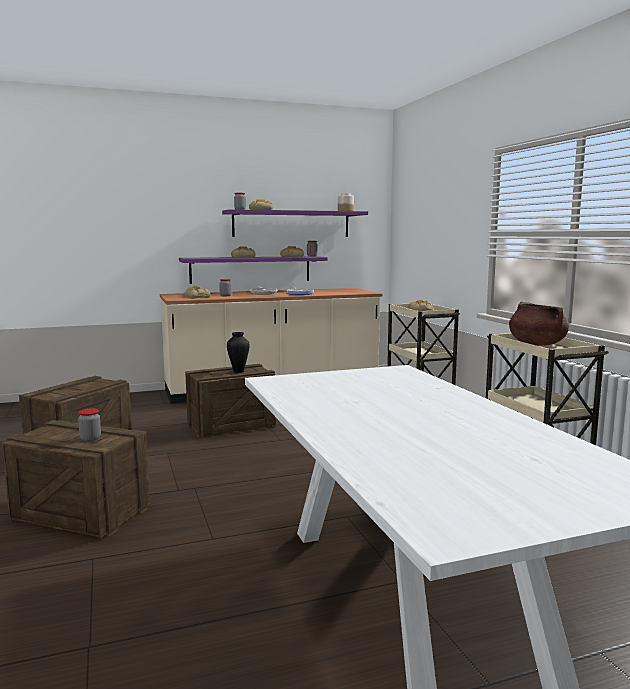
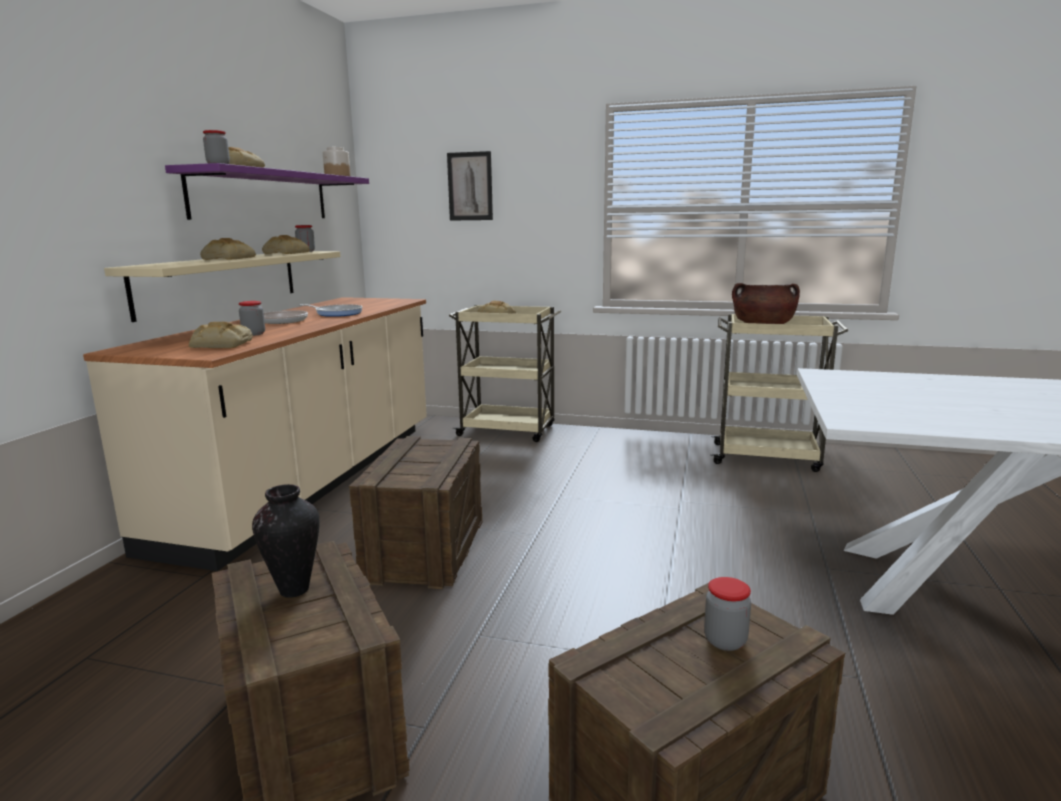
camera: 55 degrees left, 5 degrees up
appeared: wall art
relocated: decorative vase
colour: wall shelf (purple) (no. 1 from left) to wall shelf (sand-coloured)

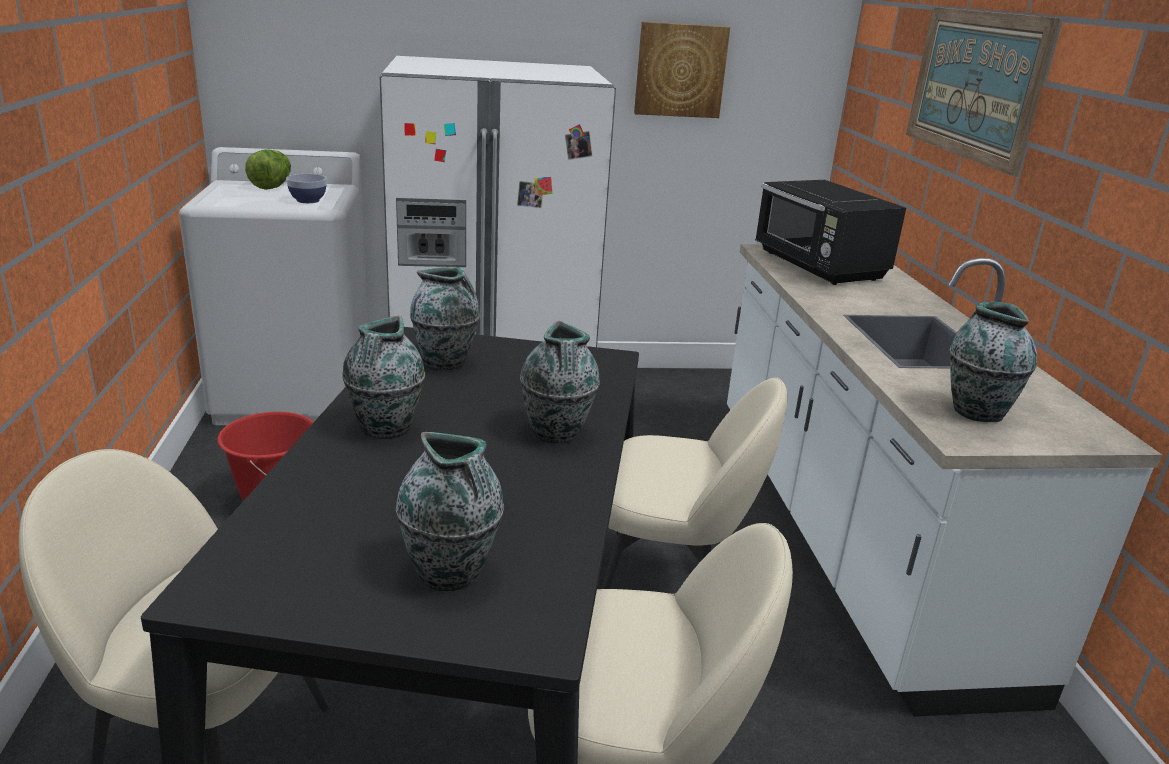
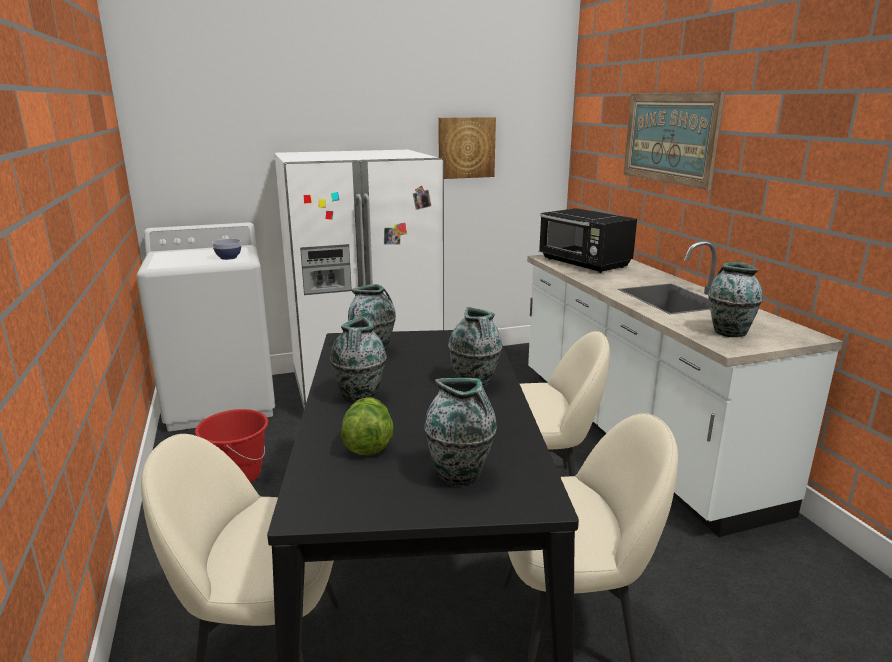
camera: 10 degrees left, 5 degrees down
relocated: head of lettuce

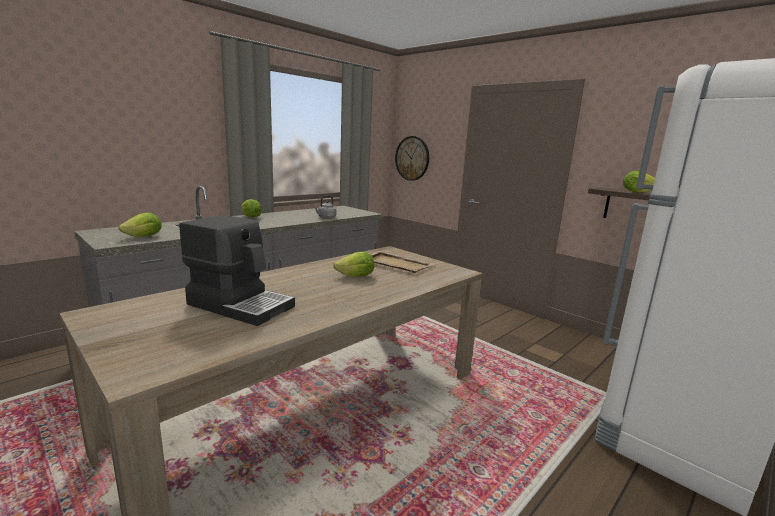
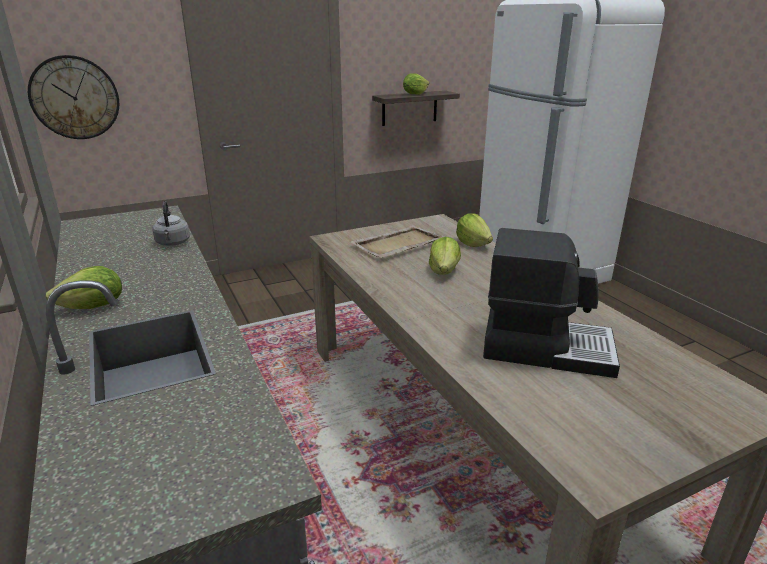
camera: 70 degrees left, 10 degrees up
relocated: head of lettuce (no. 1 from left in the first image) to head of lettuce (no. 4 from left)
spun: coffee machine 60 degrees clockwise

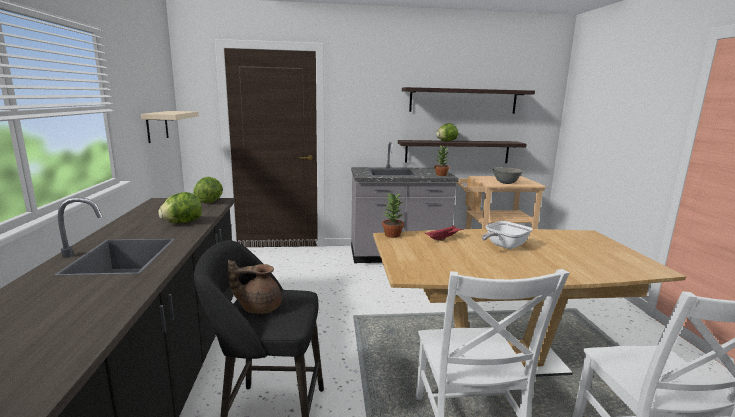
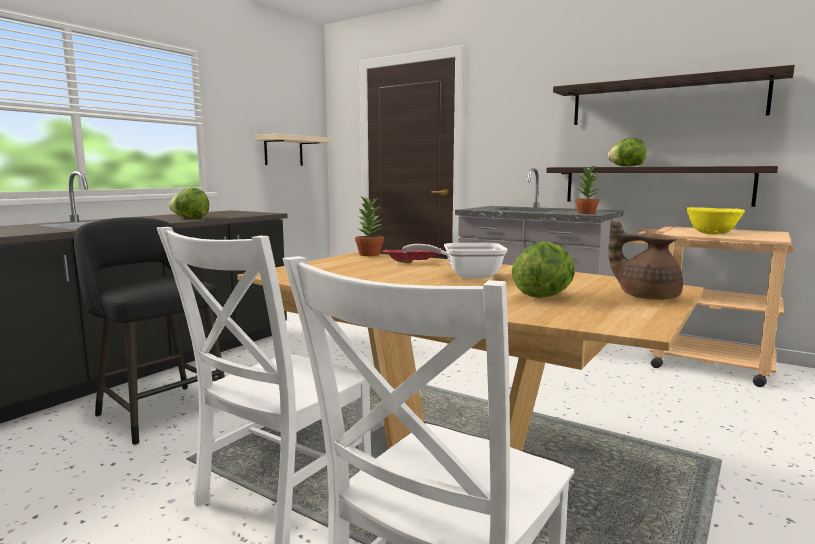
camera: 40 degrees right, 5 degrees down
relocated: head of lettuce (no. 2 from left); tea pot (brown)
colour: deep dish (grey) to deep dish (yellow)

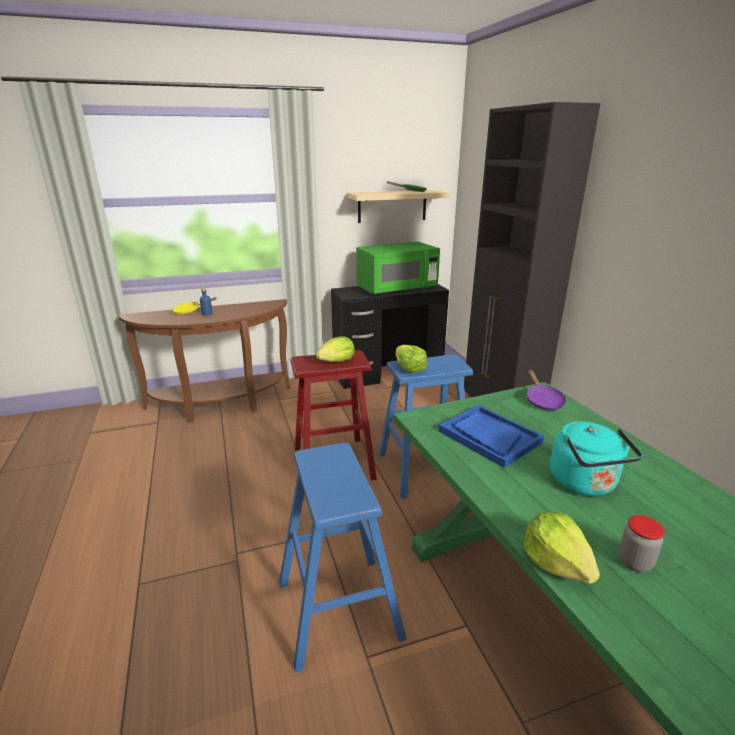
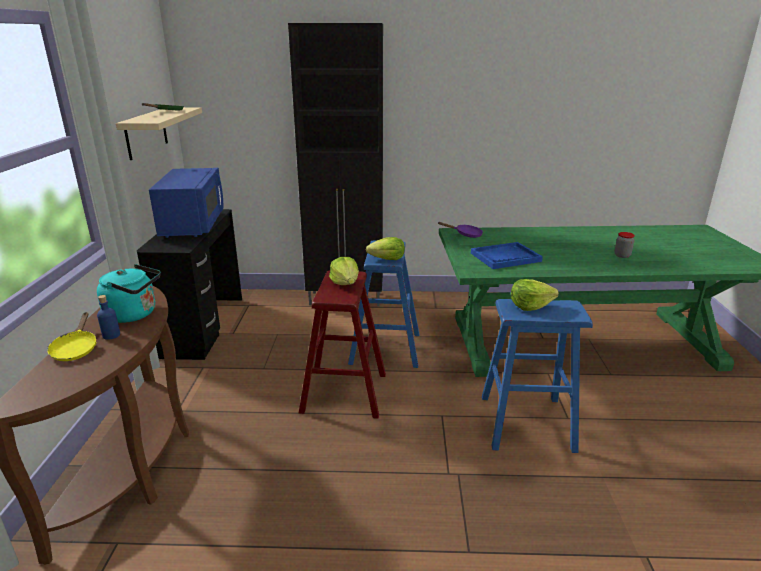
camera: 70 degrees left, 0 degrees up
relocated: water kettle (blue-green); head of lettuce (no. 3 from left)
colour: microwave (green) to microwave (blue-coloured)

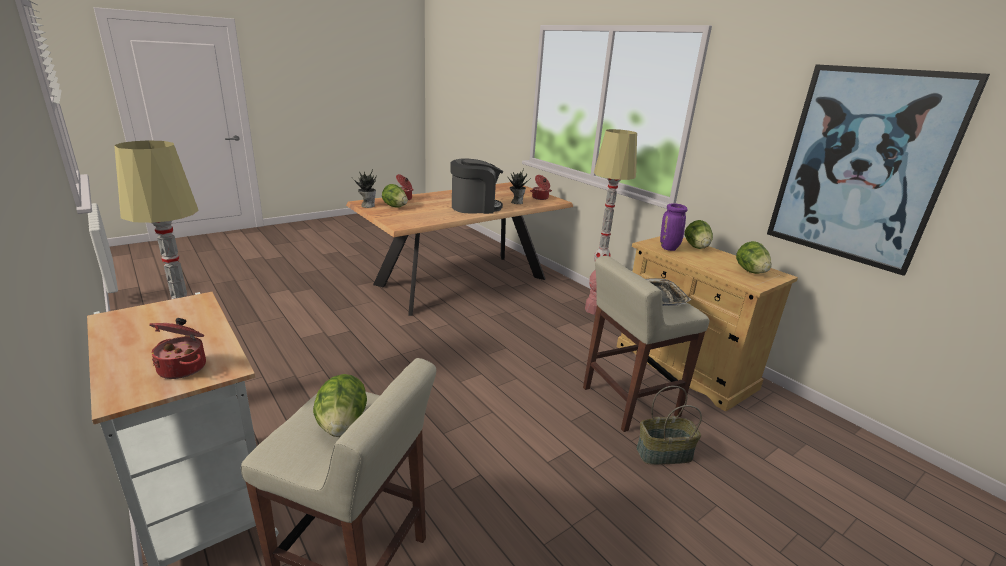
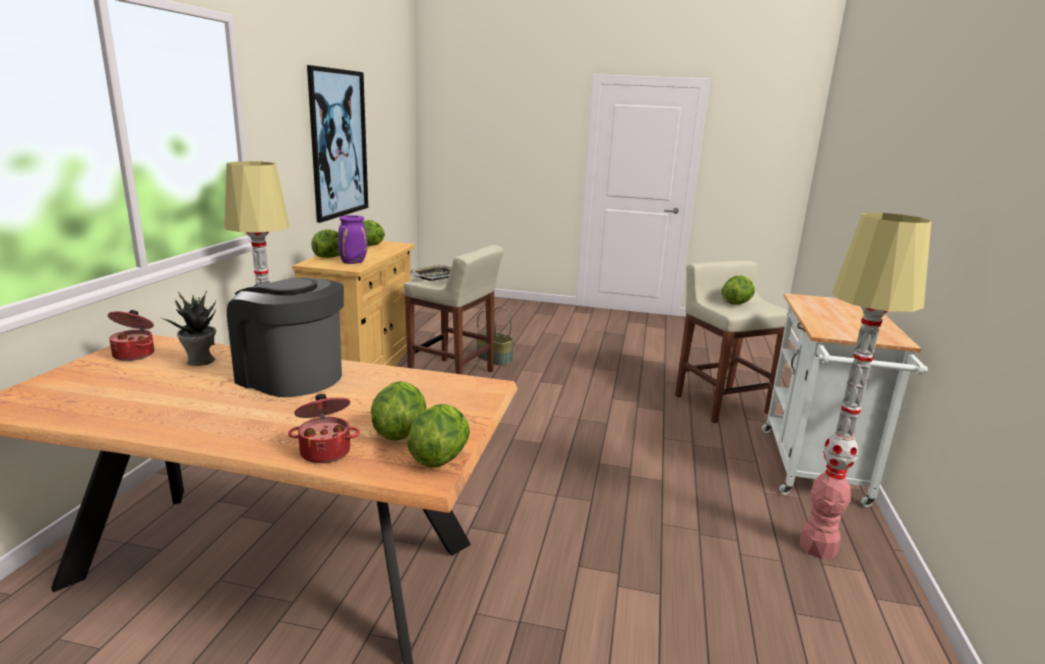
camera: 130 degrees left, 5 degrees down
missing: saucepot (no. 1 from left)
exchanged: houseplant (no. 1 from left) to head of lettuce (no. 4 from left)

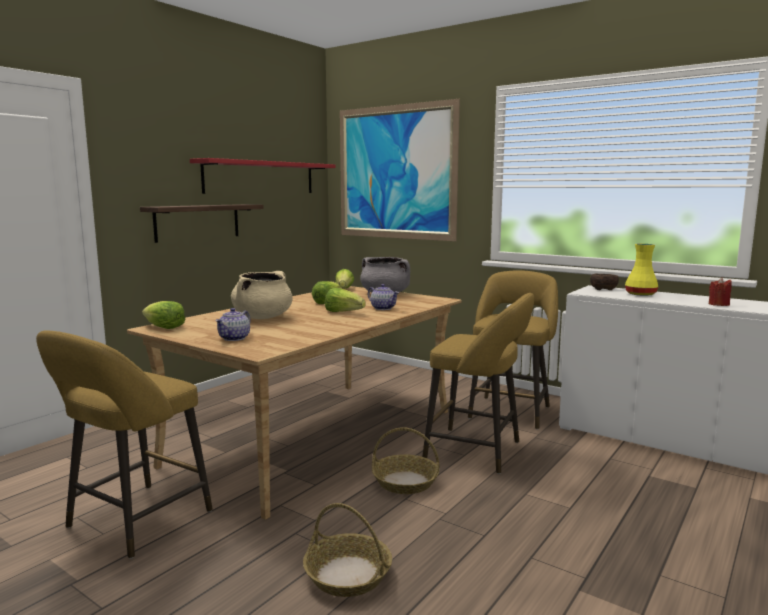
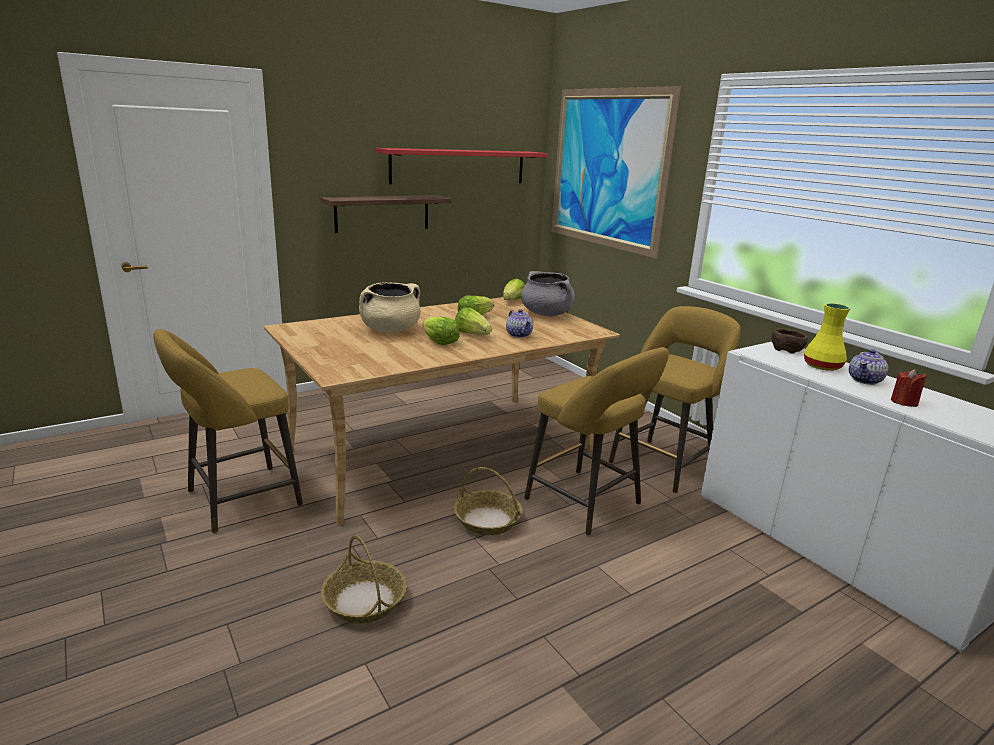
camera: 20 degrees right, 10 degrees up
relocated: head of lettuce (no. 1 from left); tea pot (no. 1 from left in the first image) to tea pot (no. 2 from left)

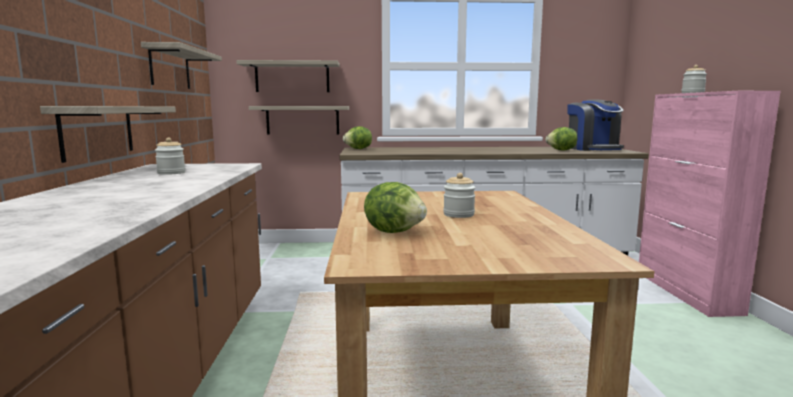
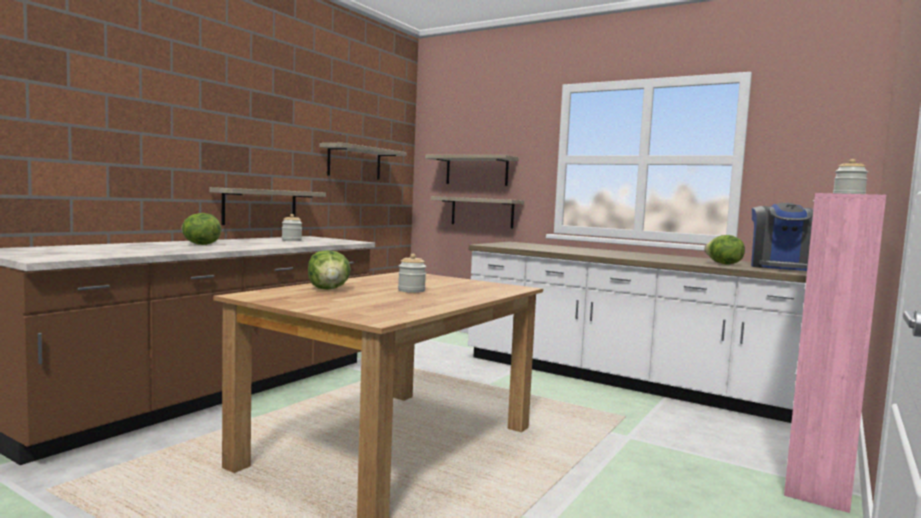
camera: 35 degrees right, 5 degrees down
relocated: head of lettuce (no. 1 from left)

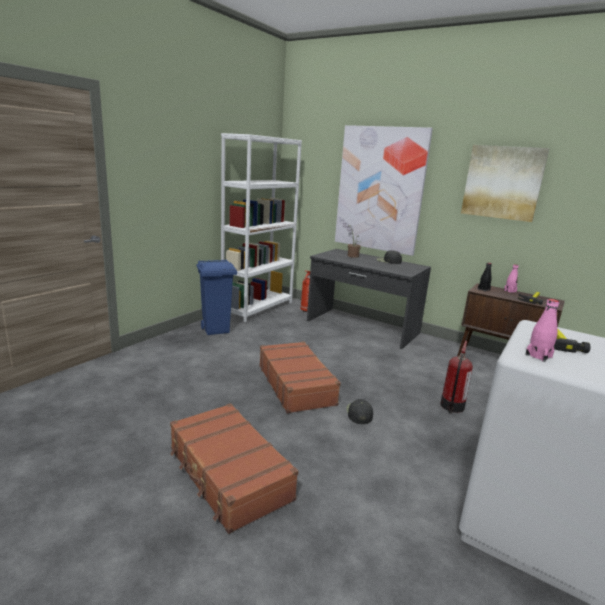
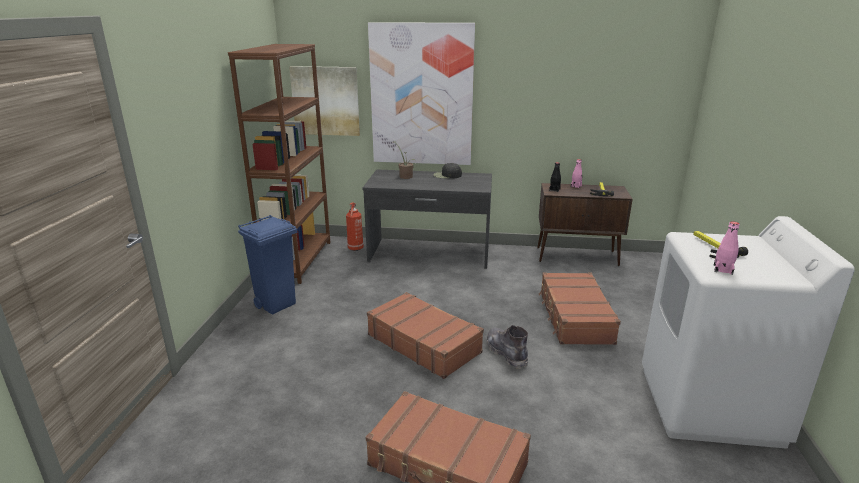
camera: 25 degrees left, 5 degrees up
relocated: wall art (no. 2 from left in the first image) to wall art (no. 1 from left)
exchanged: baseball cap (blackish) (no. 1 from left) to boot (grey); fire extinguisher (no. 2 from left) to piece of luggage (brown) (no. 3 from left)
colour: bookshelf (whitish) to bookshelf (brown)

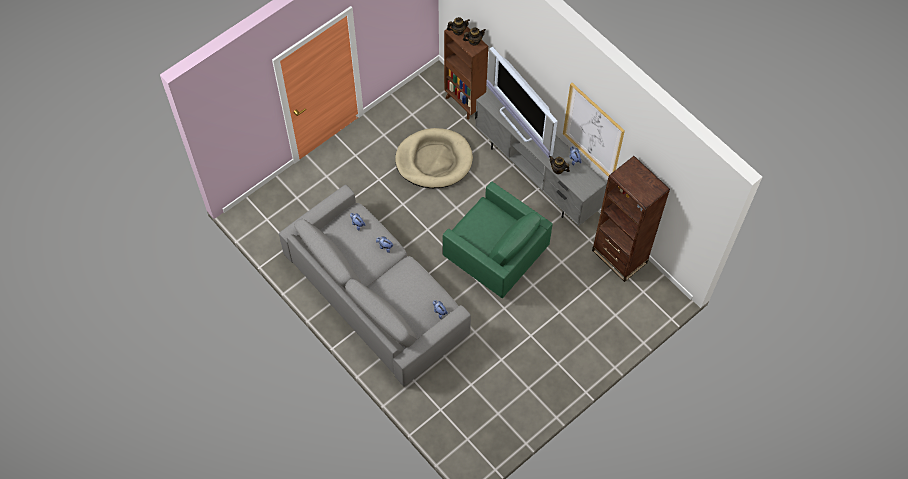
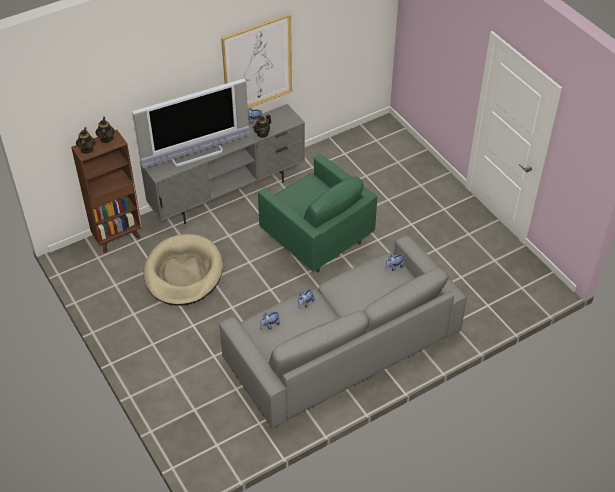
camera: 80 degrees left, 15 degrees down
missing: bookshelf (brown) (no. 2 from left)
spun: easy chair (green) 90 degrees clockwise

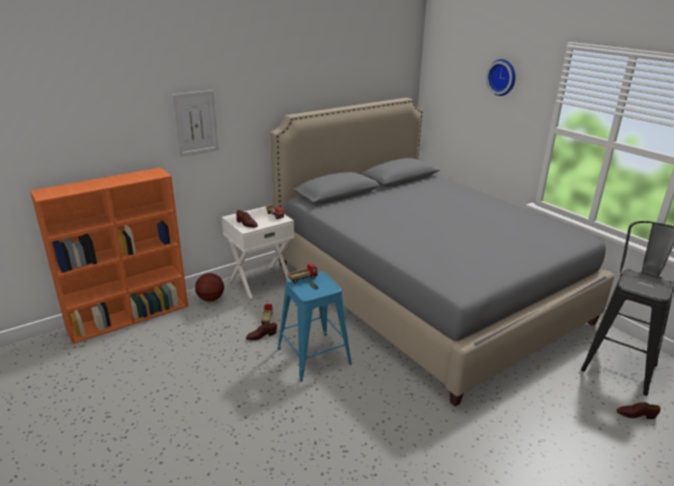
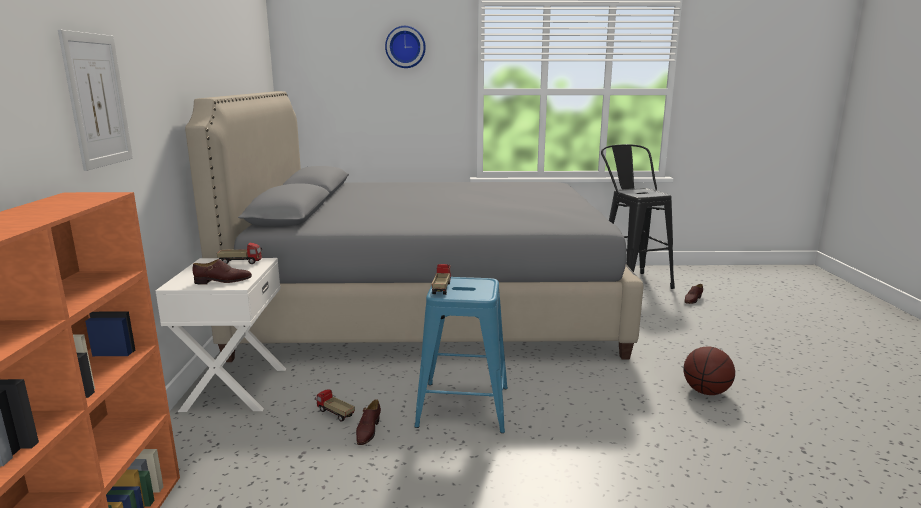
camera: 55 degrees left, 10 degrees down
relocated: ball for basketball

